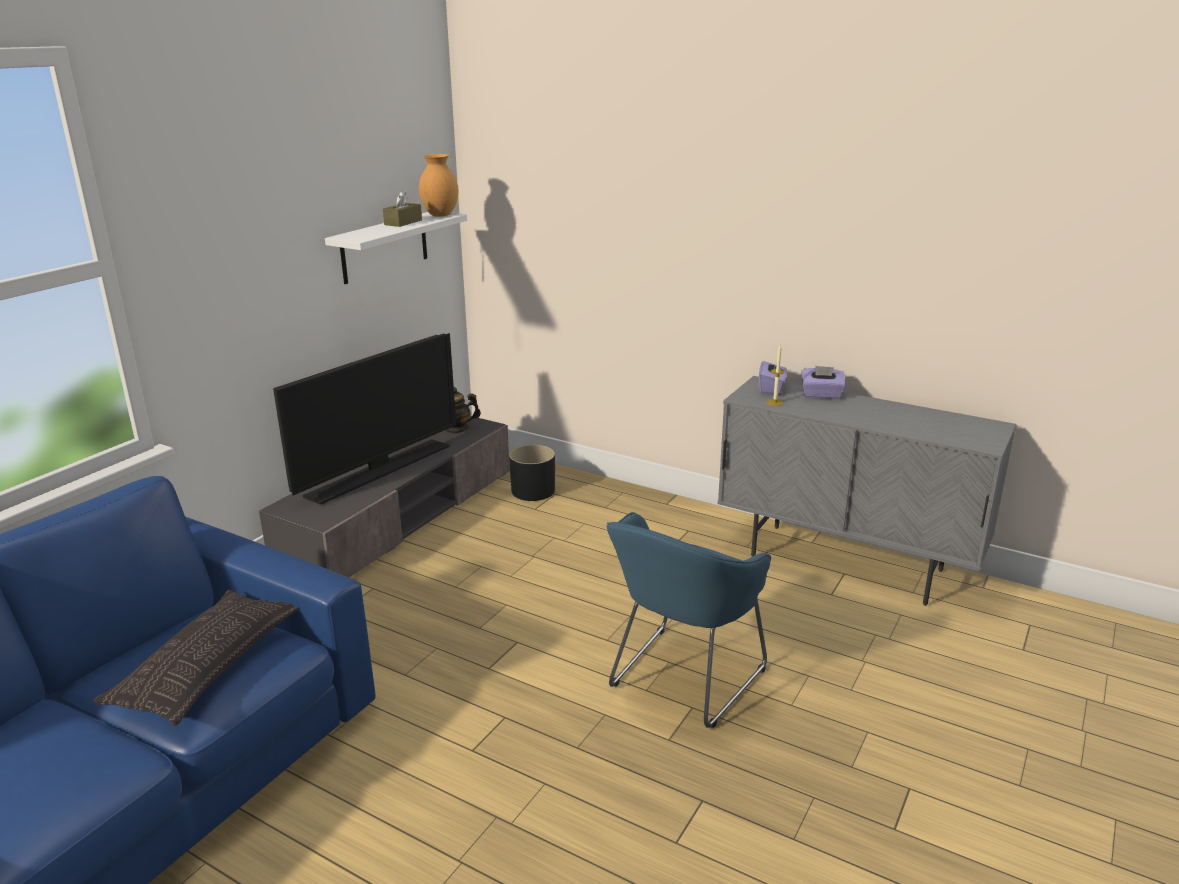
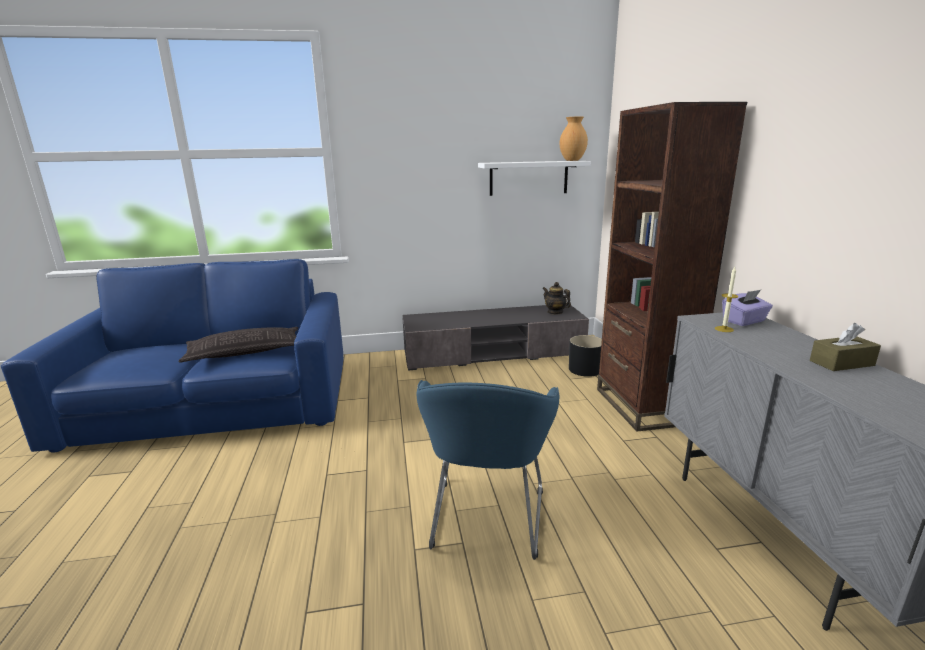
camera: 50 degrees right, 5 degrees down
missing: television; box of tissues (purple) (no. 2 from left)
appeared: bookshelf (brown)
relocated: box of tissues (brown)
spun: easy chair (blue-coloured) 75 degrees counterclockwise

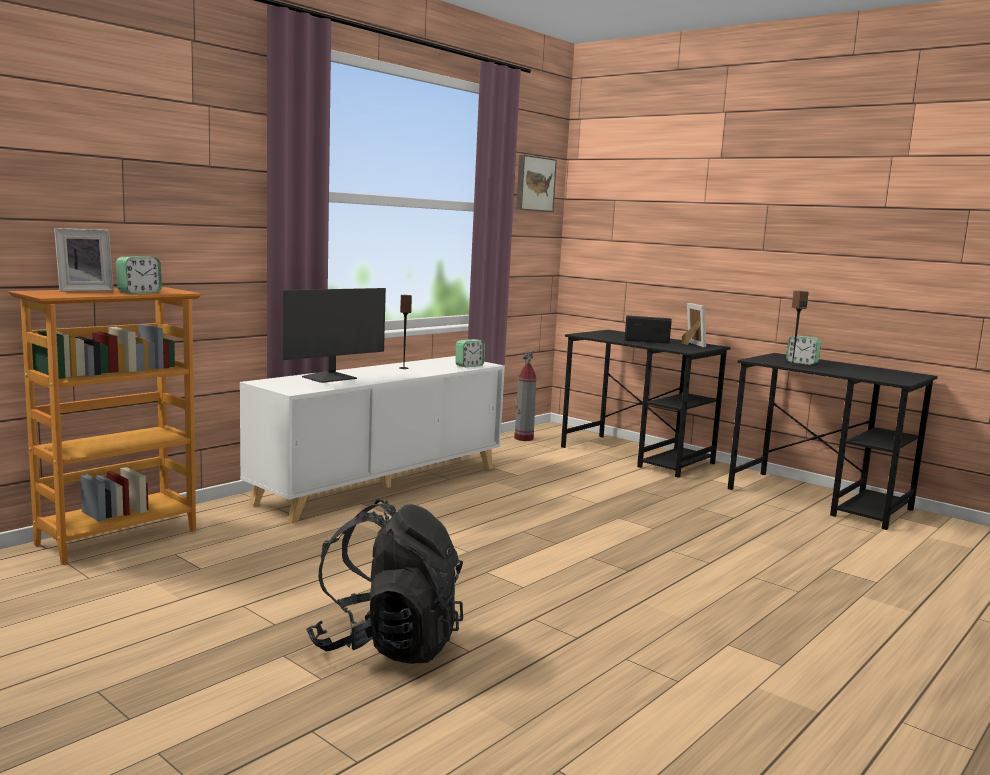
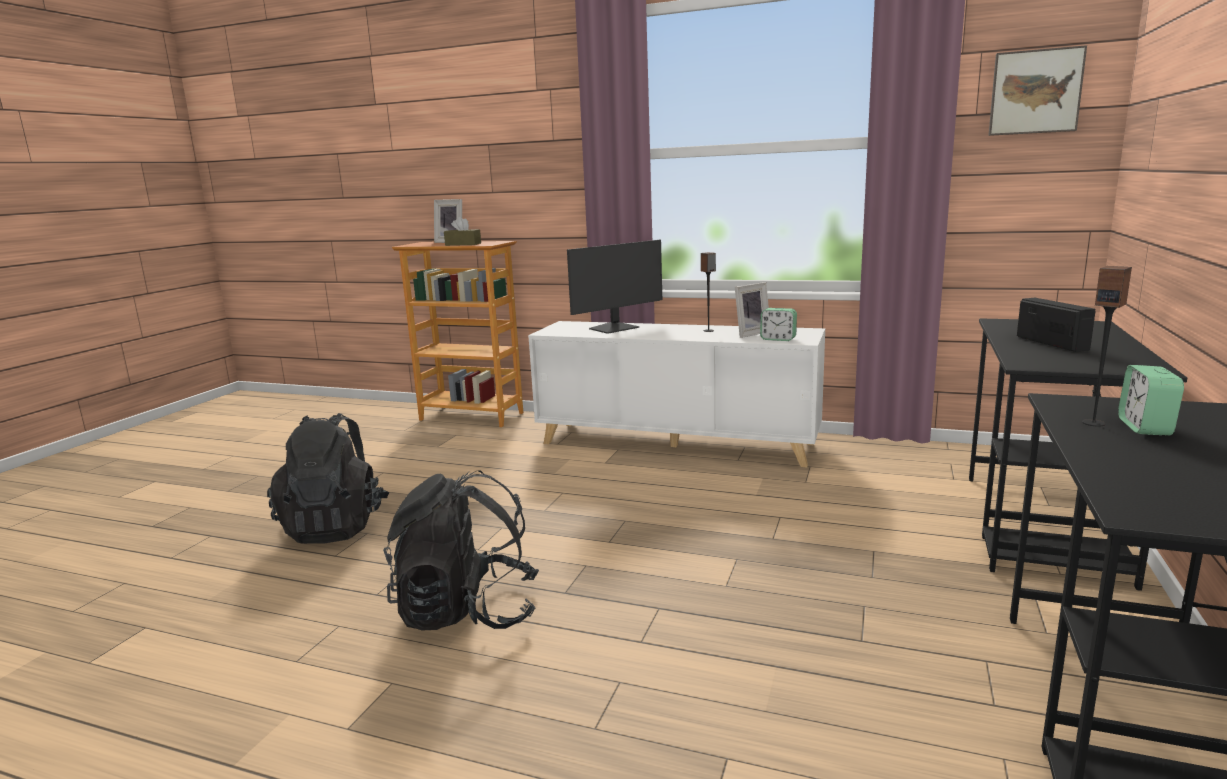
camera: 70 degrees right, 5 degrees up
missing: fire extinguisher
appeared: knapsack (blackish) (no. 2 from left)
relocated: picture frame (no. 2 from left)
exchanged: alarm clock (no. 1 from left) to box of tissues (brown)
spun: monitor 60 degrees counterclockwise

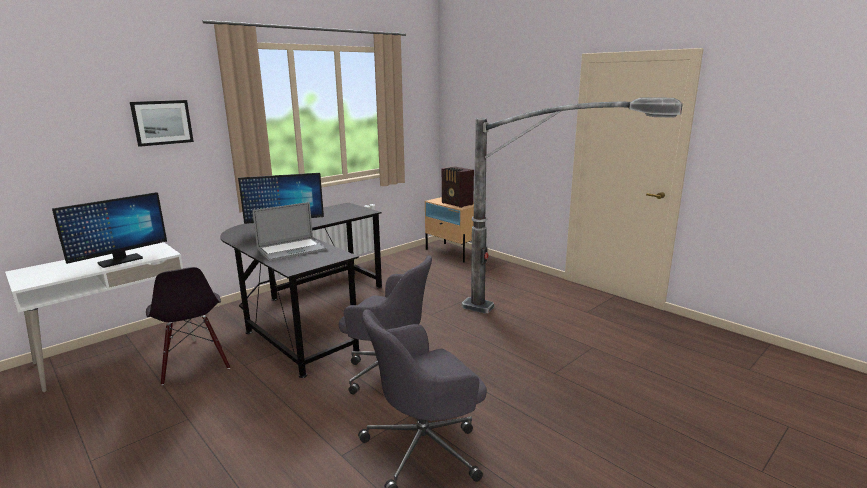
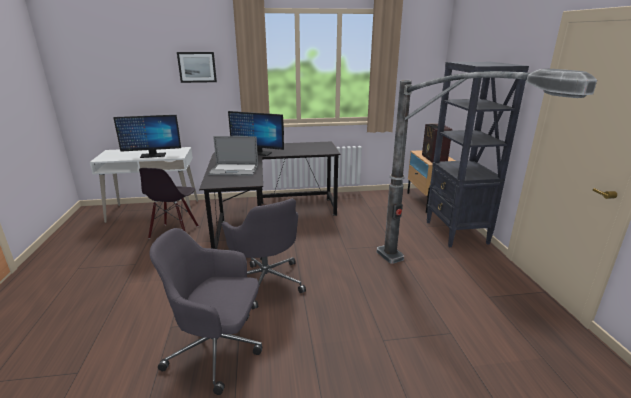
camera: 35 degrees right, 5 degrees up
appeared: bookshelf (blackish)

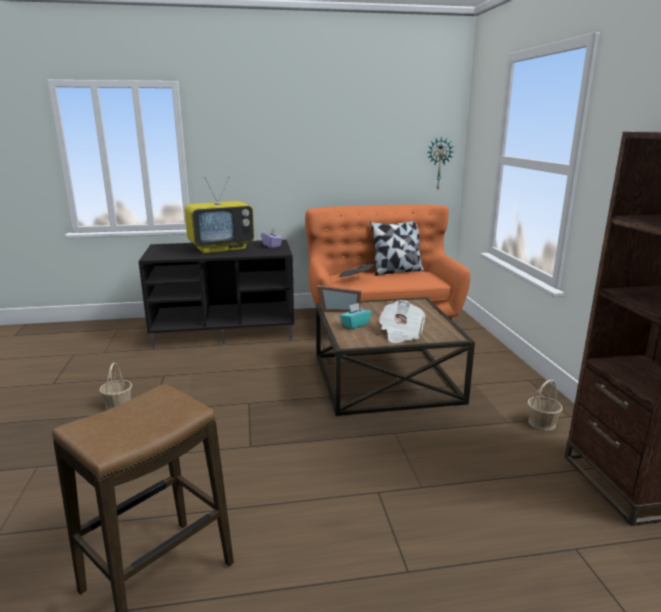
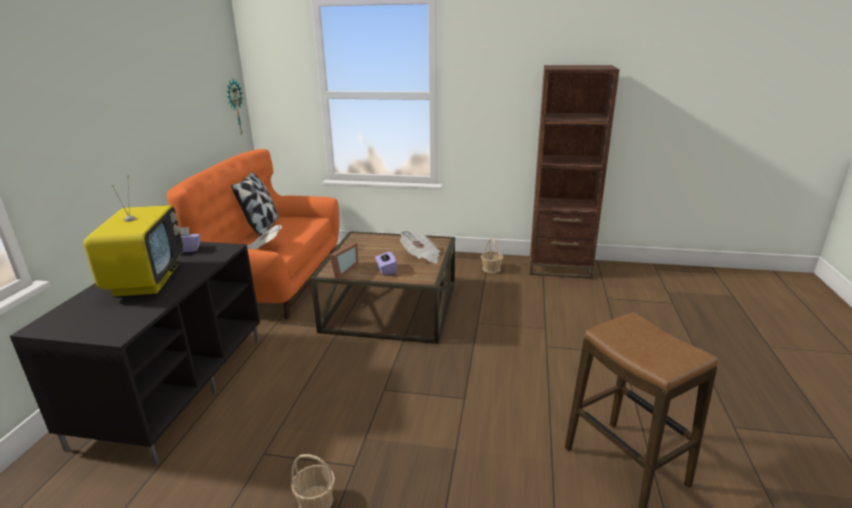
camera: 70 degrees left, 5 degrees up
colour: box of tissues (blue-green) to box of tissues (purple) (no. 2 from left)

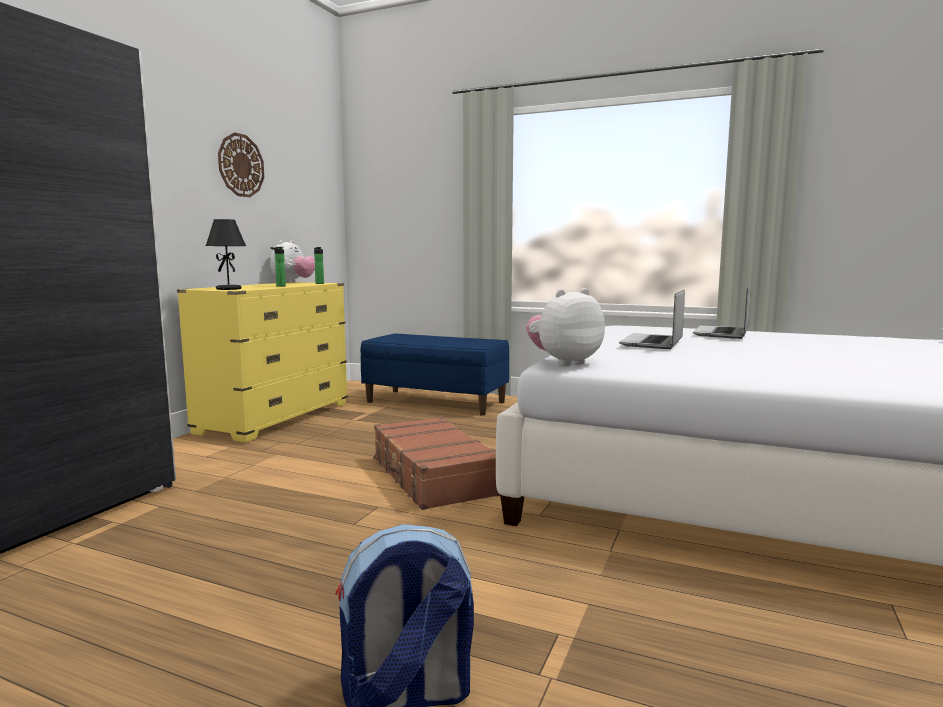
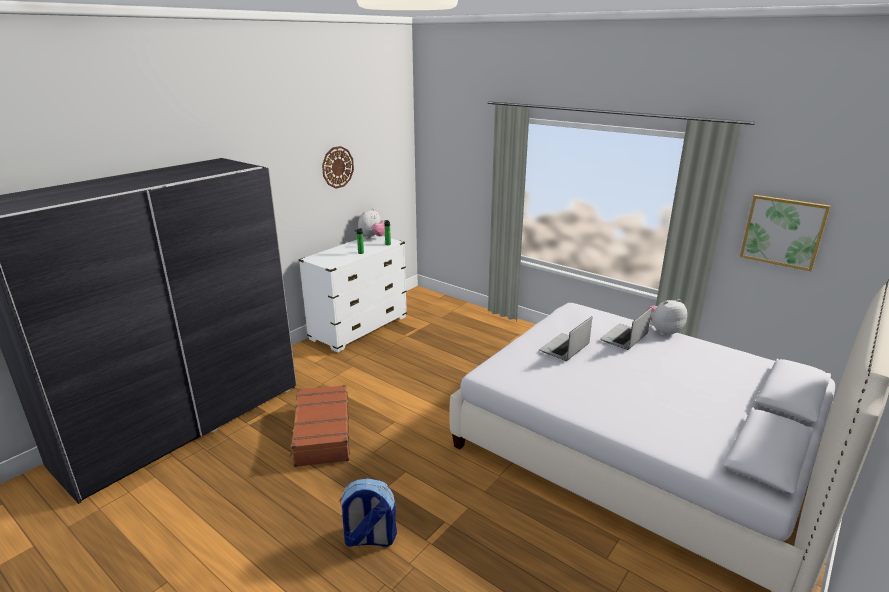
camera: 15 degrees right, 15 degrees up
missing: table lamp (blackish); long seat (blue-coloured)
appeared: wall art
relocated: piece of luggage (brown); soft toy (no. 2 from left)
colour: chest of drawers (yellow) to chest of drawers (whitish)

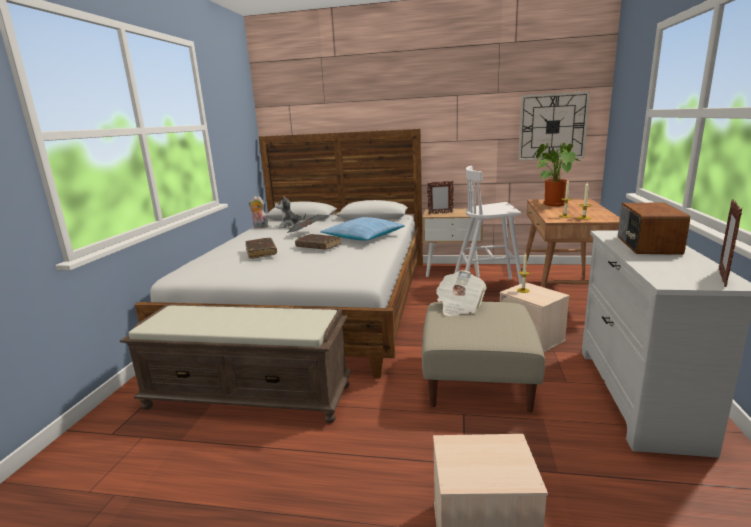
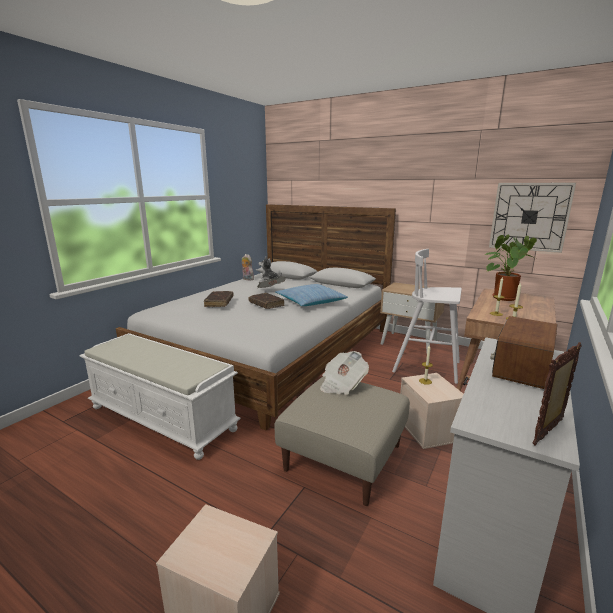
camera: 20 degrees right, 0 degrees up
missing: picture frame (no. 1 from left)
colour: long seat (brown) to long seat (whitish)

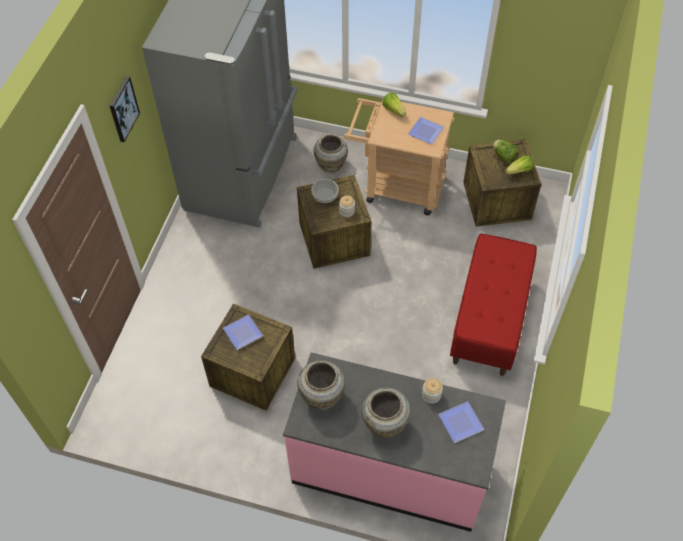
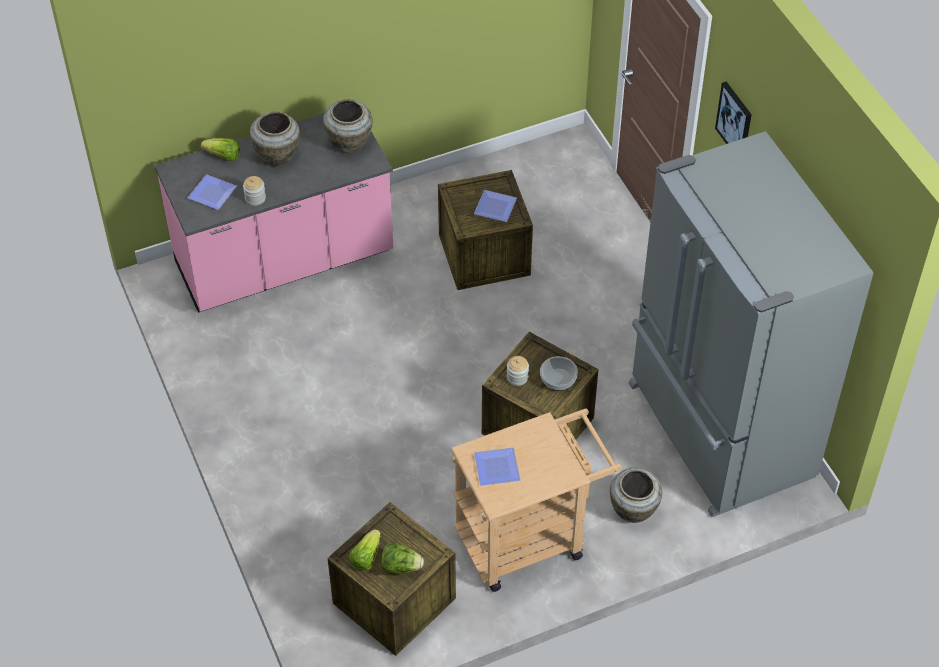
camera: 140 degrees right, 5 degrees down
missing: long seat (reddish)
relocated: head of lettuce (no. 1 from left)

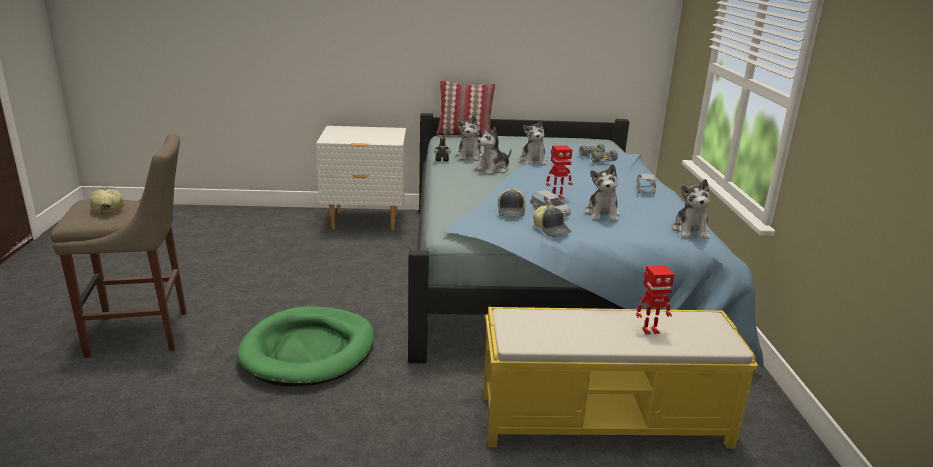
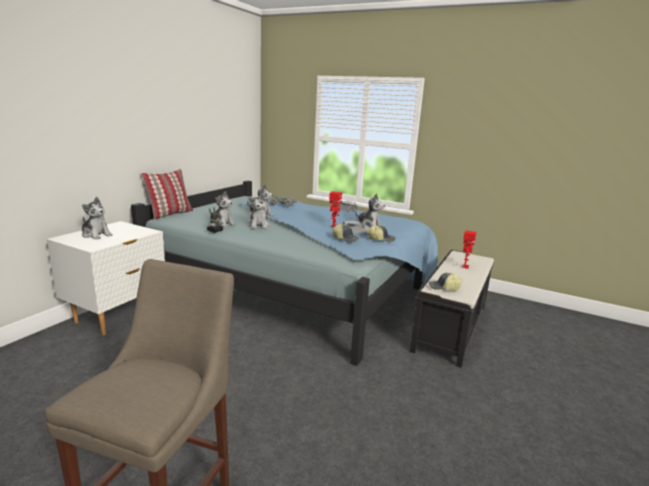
camera: 60 degrees left, 5 degrees down
missing: dog cushion (green)
relocated: soft toy (no. 5 from left in the first image) to soft toy (no. 1 from left); baseball cap (no. 1 from left in the first image) to baseball cap (no. 3 from left)
colour: long seat (yellow) to long seat (blackish)

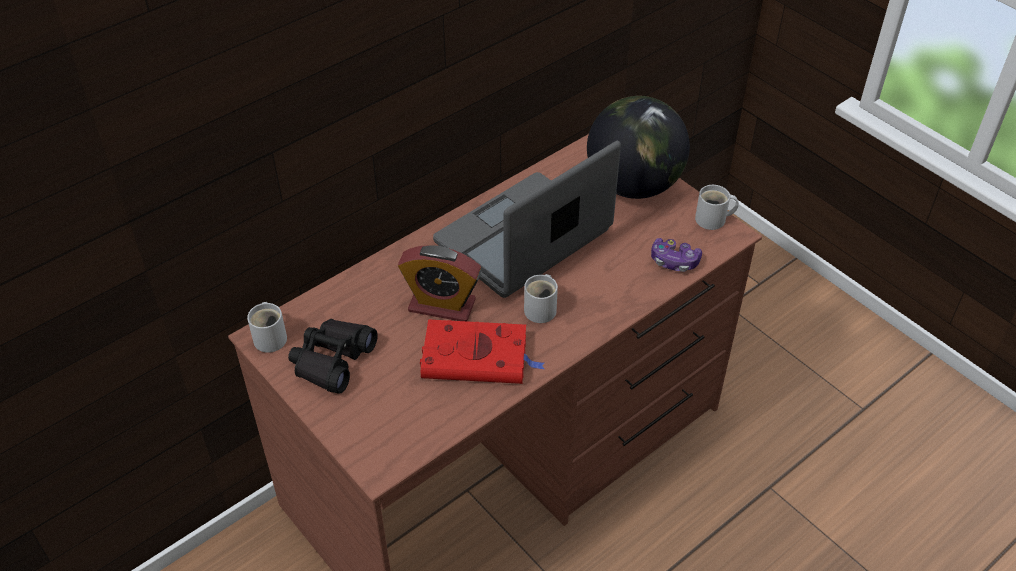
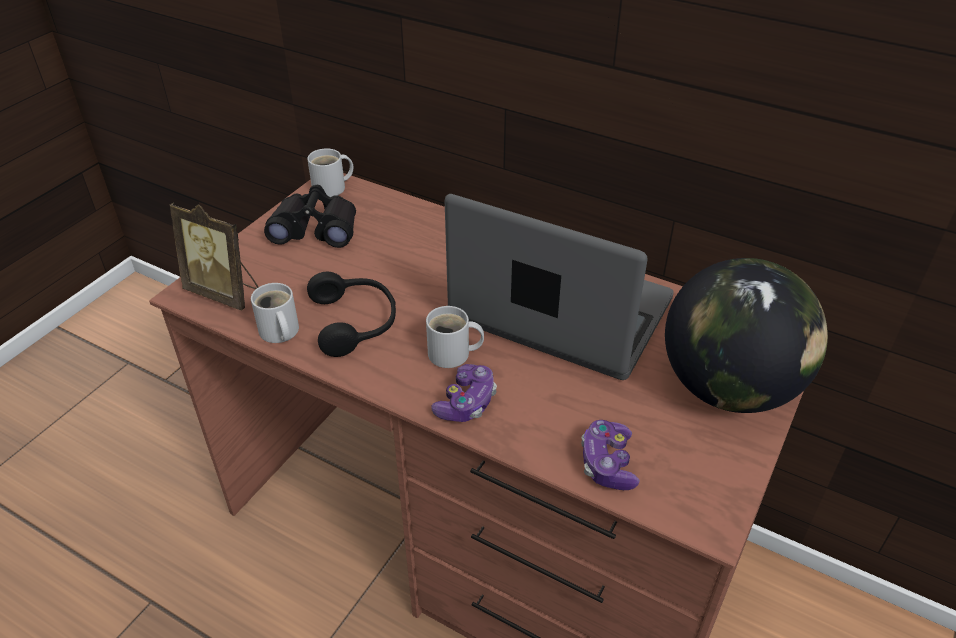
camera: 70 degrees right, 5 degrees down
missing: alarm clock
appeared: picture frame; gamepad (no. 1 from left)
relocated: tea mug (whitish) (no. 3 from left in the first image) to tea mug (whitish) (no. 1 from left)
exchanged: bound book (reddish) to pair of headphones (blackish)

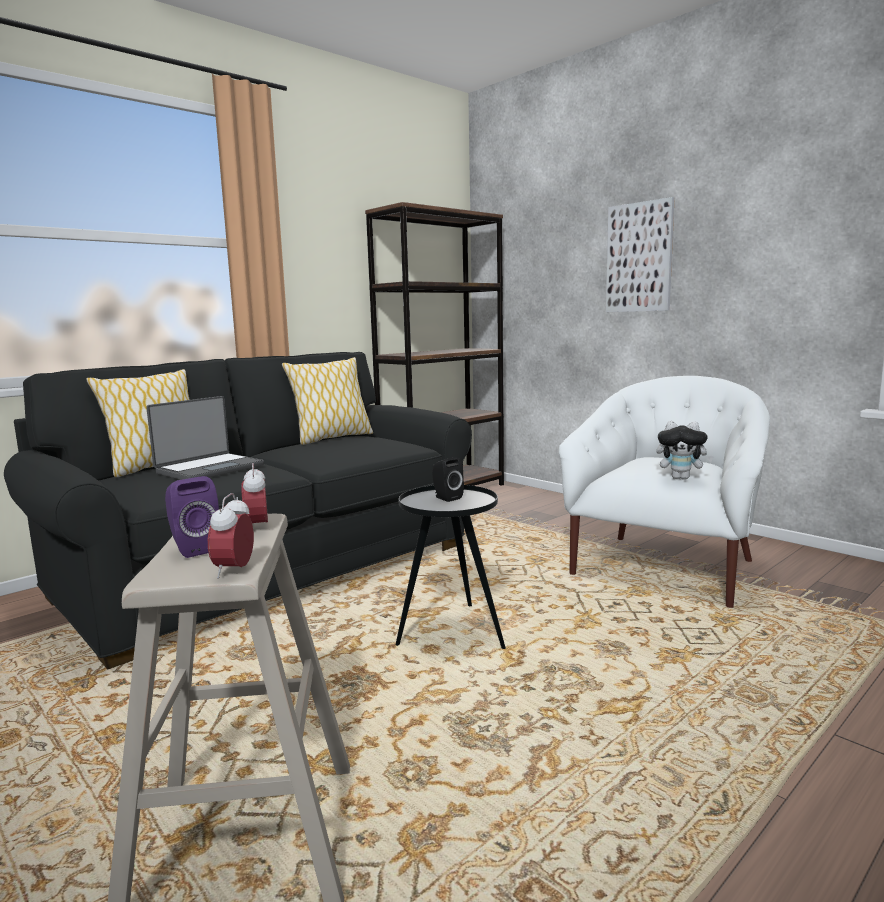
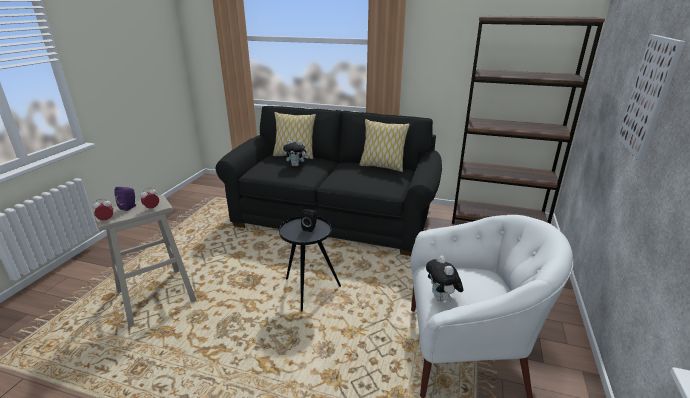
camera: 60 degrees right, 15 degrees up
exchanged: laptop to soft toy (no. 1 from left)

